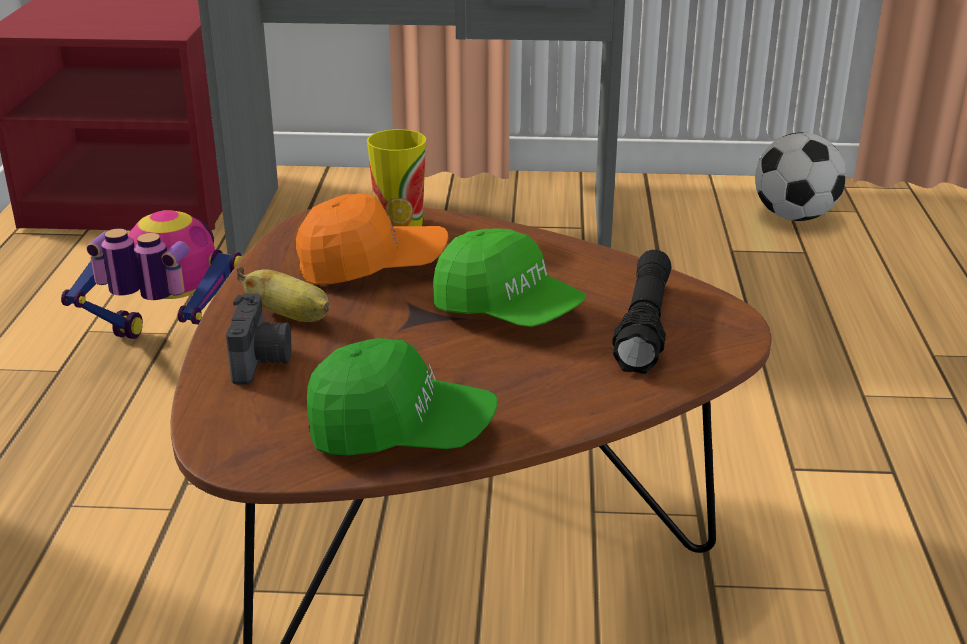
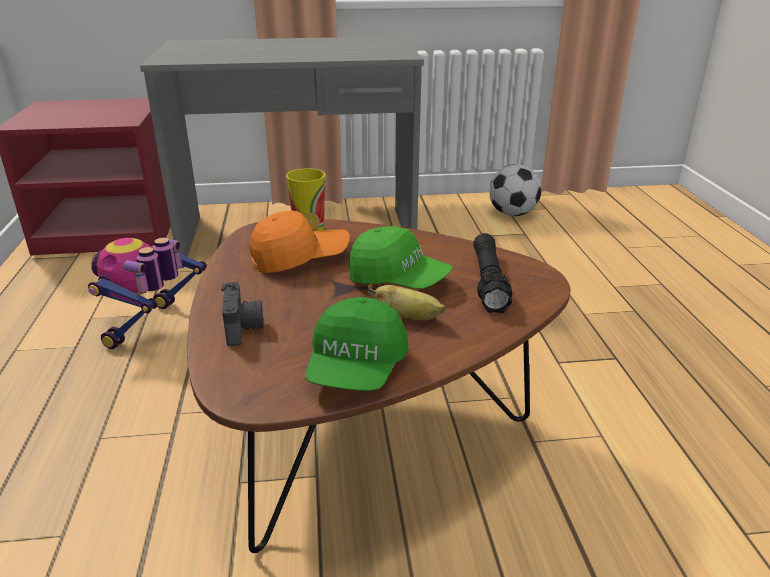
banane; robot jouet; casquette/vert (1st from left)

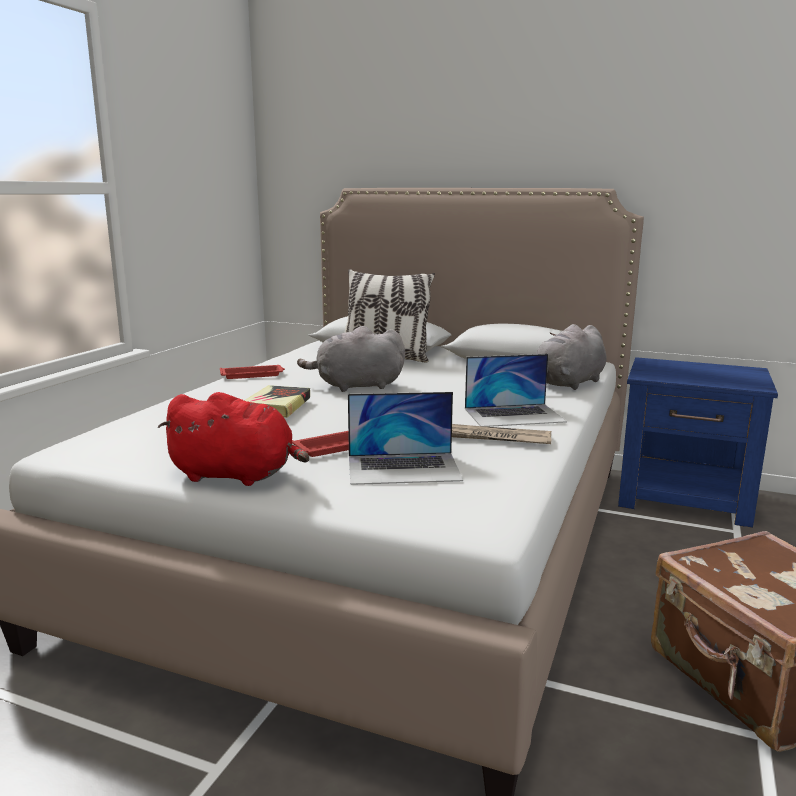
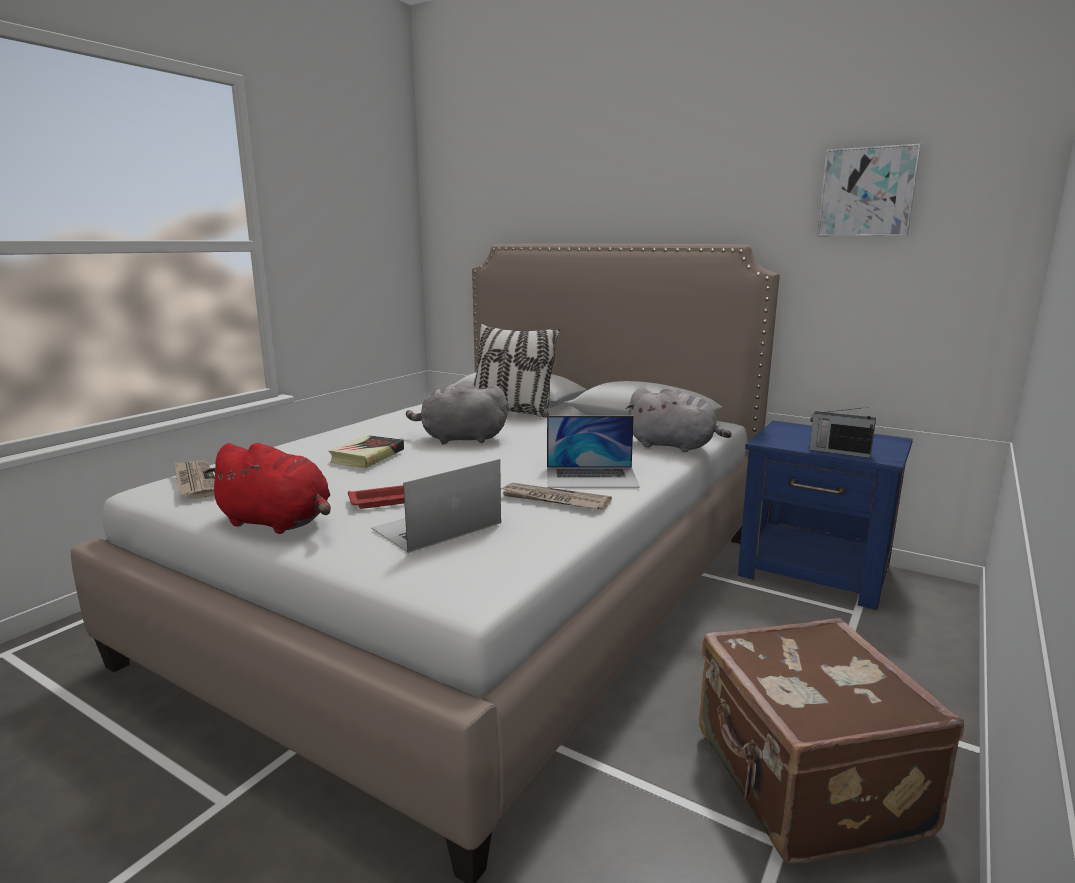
plateau/rouge (1st from left in the first image); journal (1st from left); radio; tableau; ordinateur portable (1st from left); peluche/gris (2nd from left)

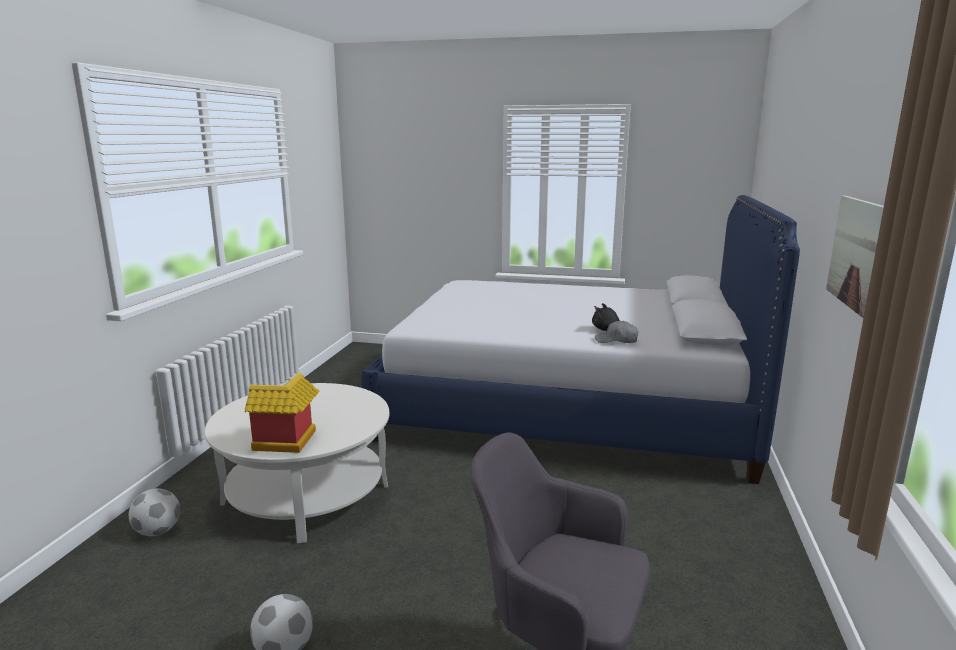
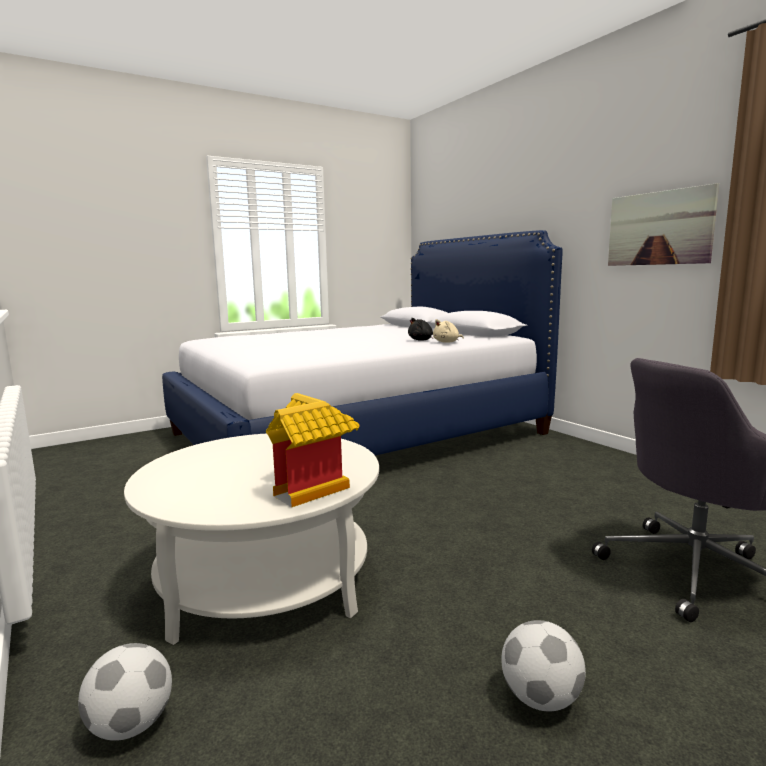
peluche/beige

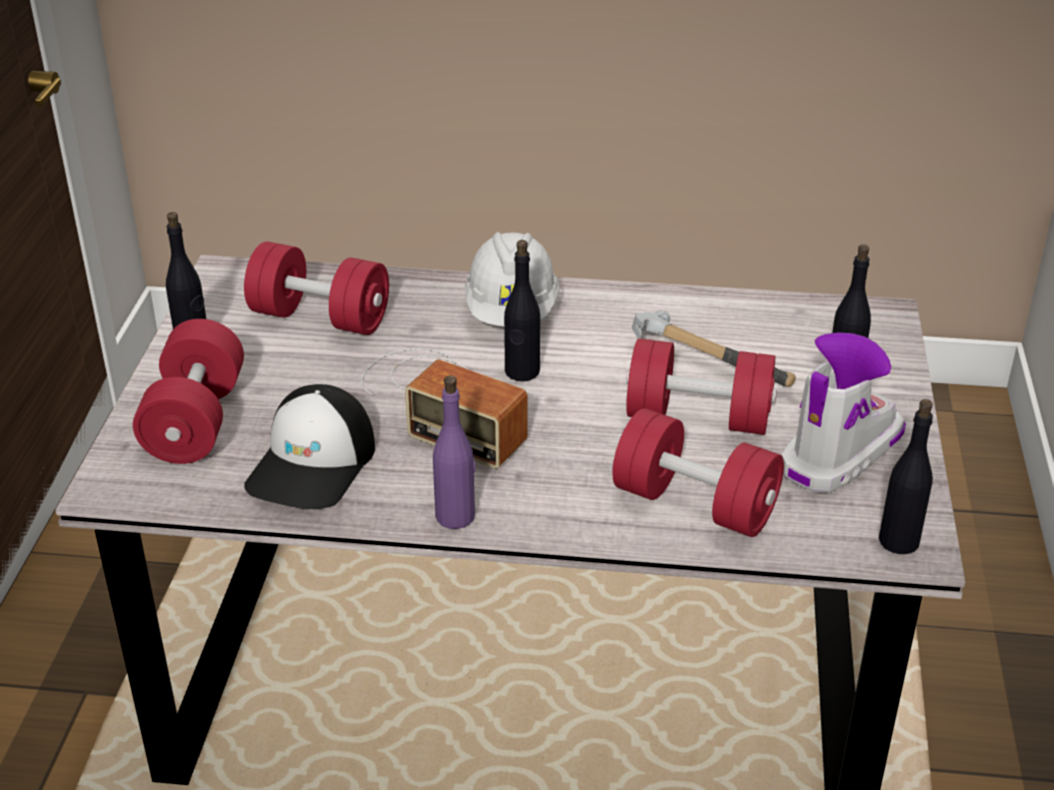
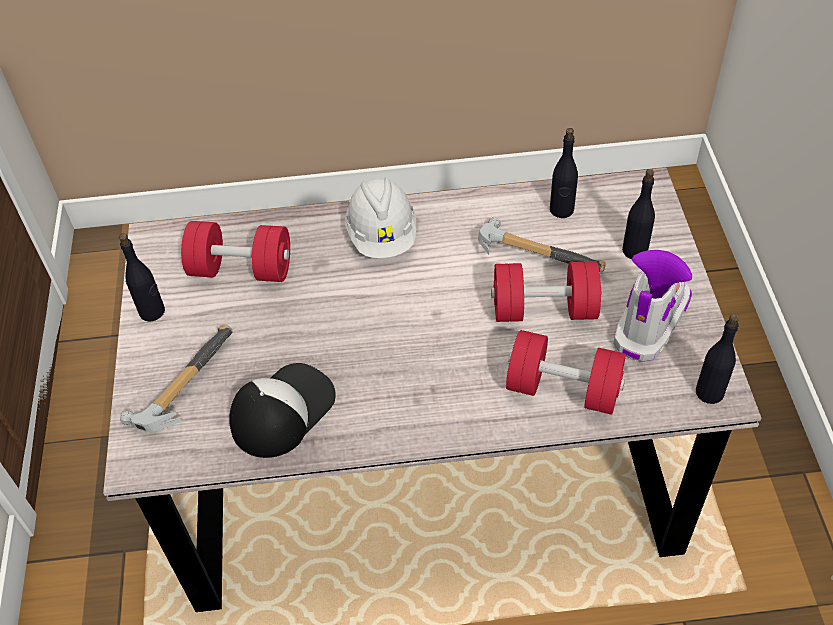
radio; bouteille/violet; bouteille/noir (2nd from left); marteau (1st from left); casquette

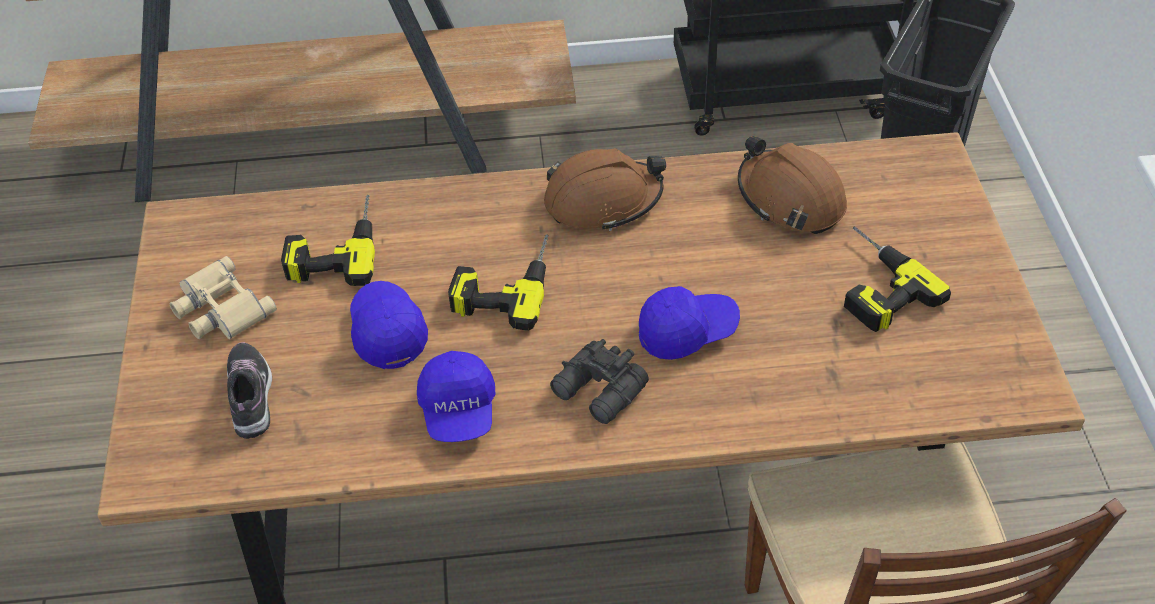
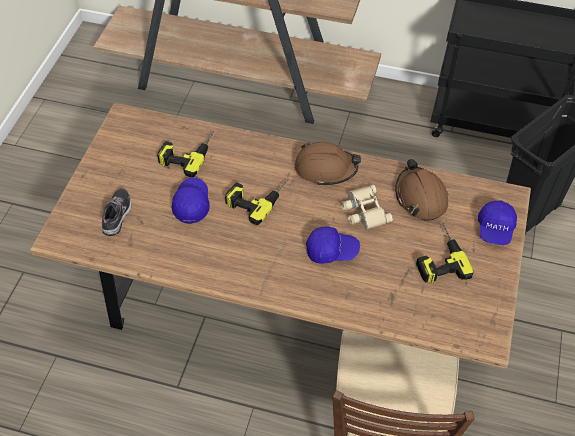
jumelles/noir; jumelles/beige; casquette/bleu (3rd from left)

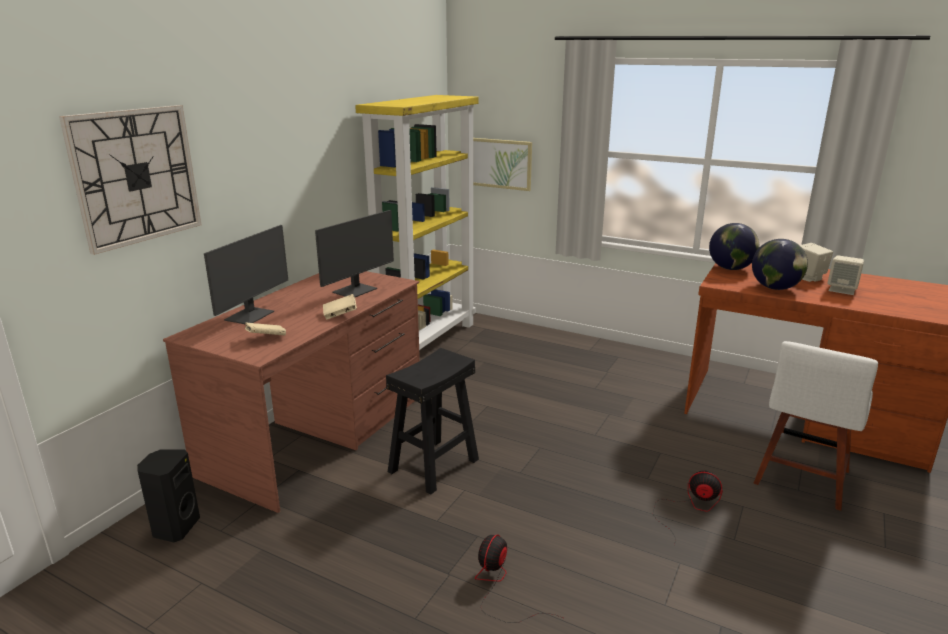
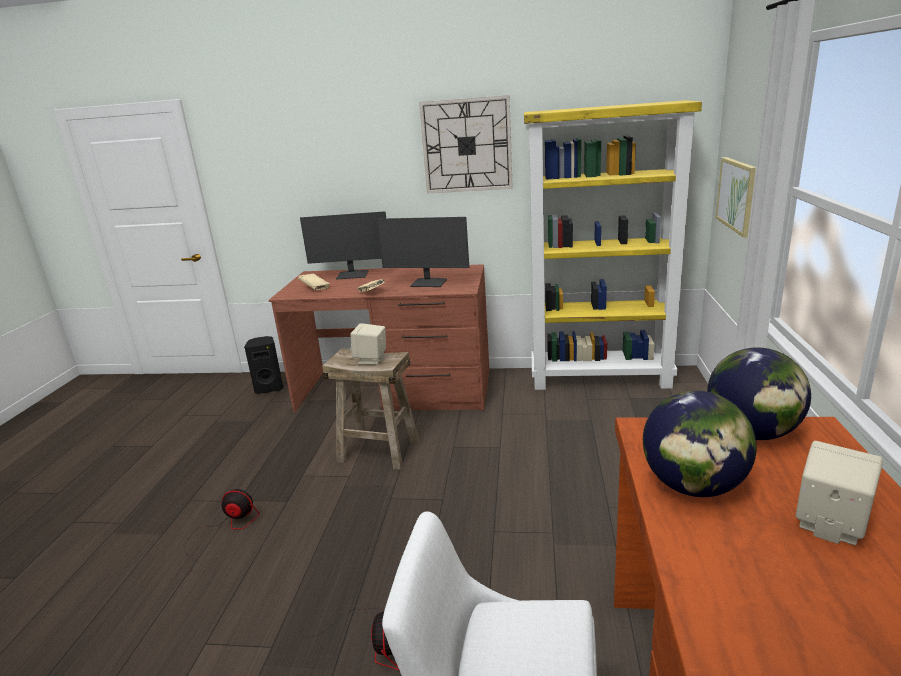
horloge murale; enceinte/beige (1st from left); tabouret/beige

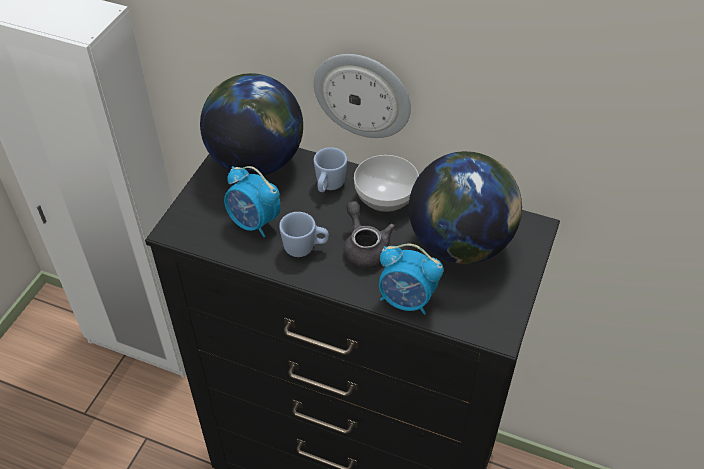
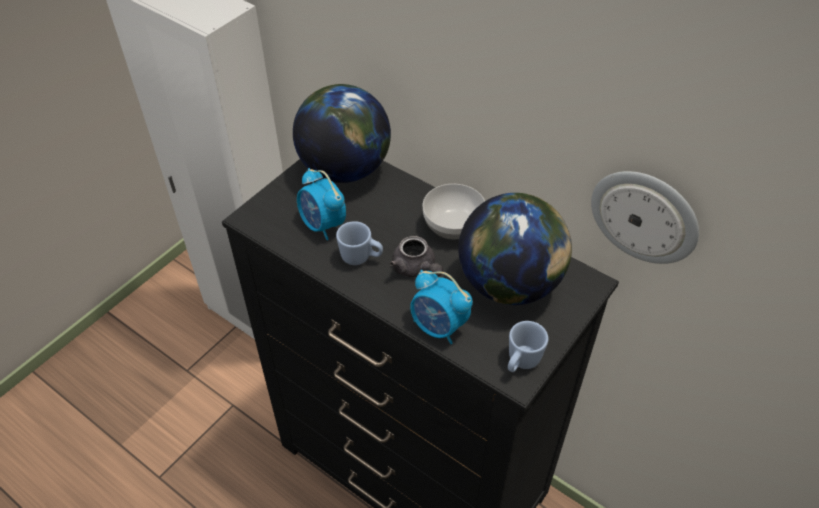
horloge murale; mug/bleu (2nd from left); théière/gris

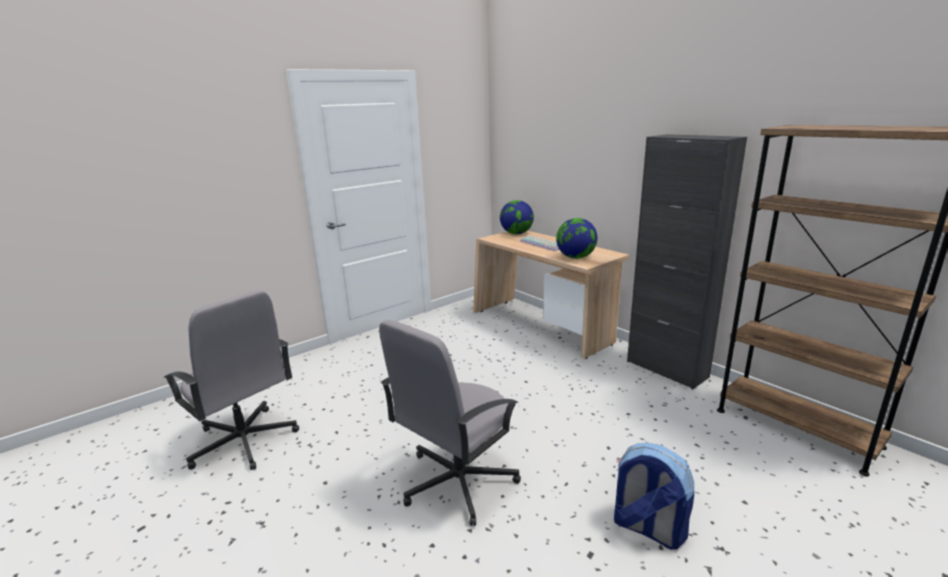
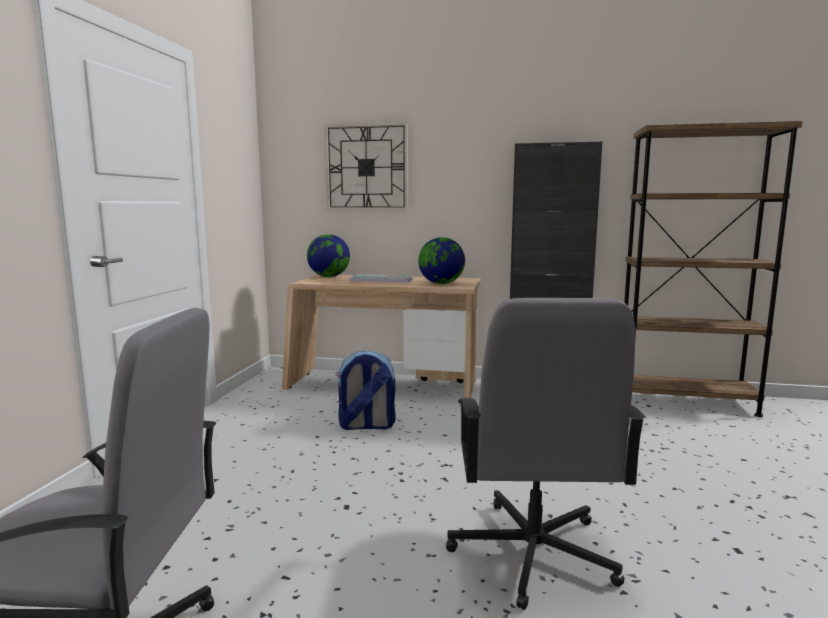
horloge murale; sac à dos

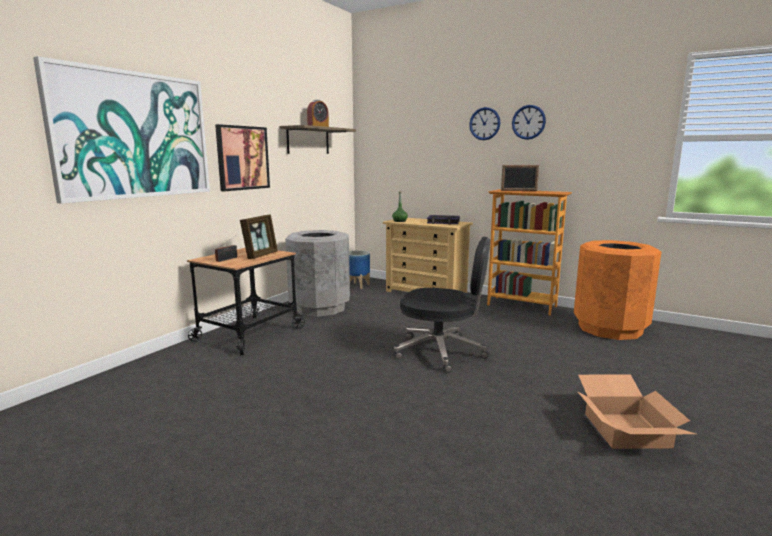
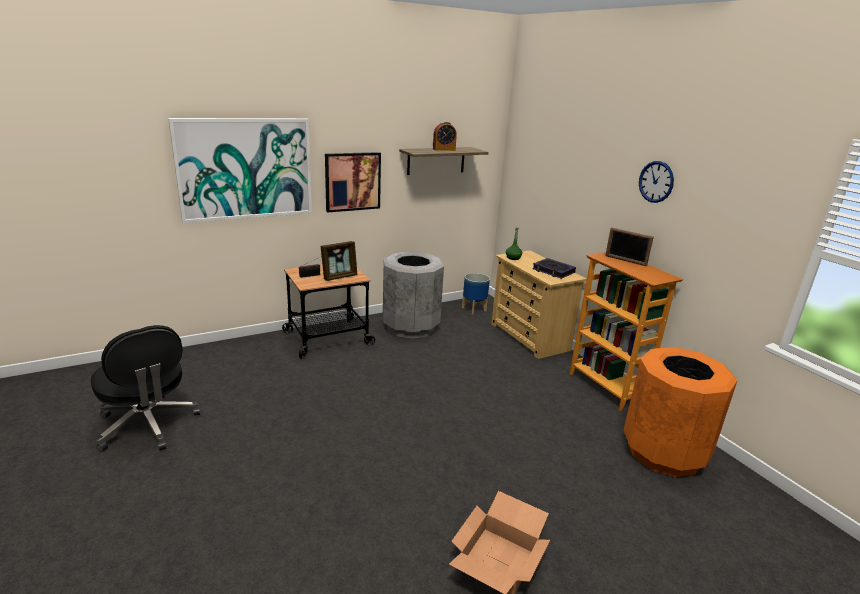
horloge murale (1st from left in the first image); chaise de bureau/noir

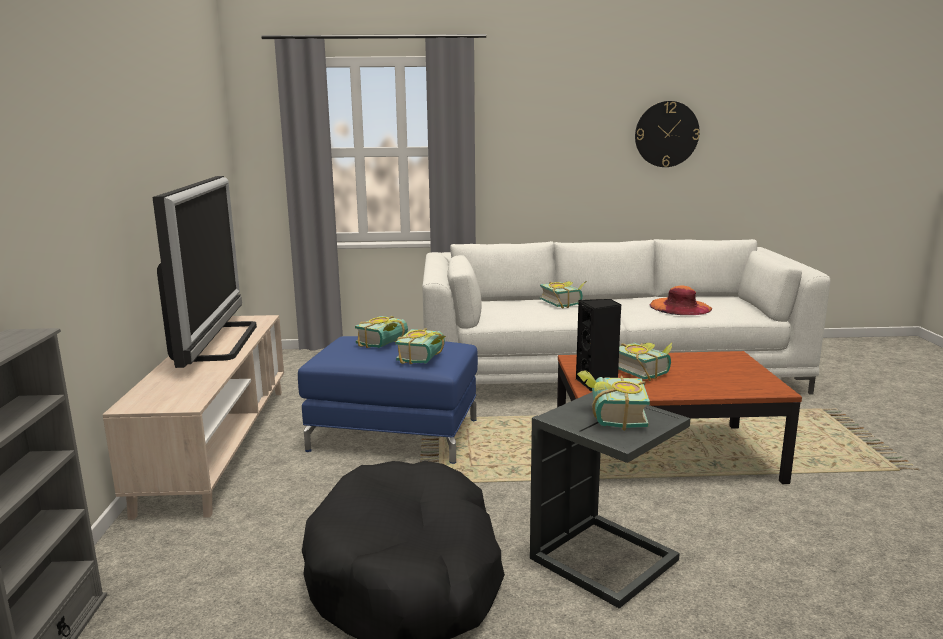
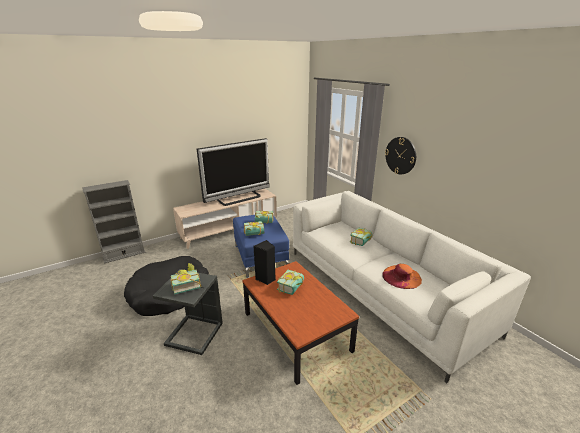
horloge murale

